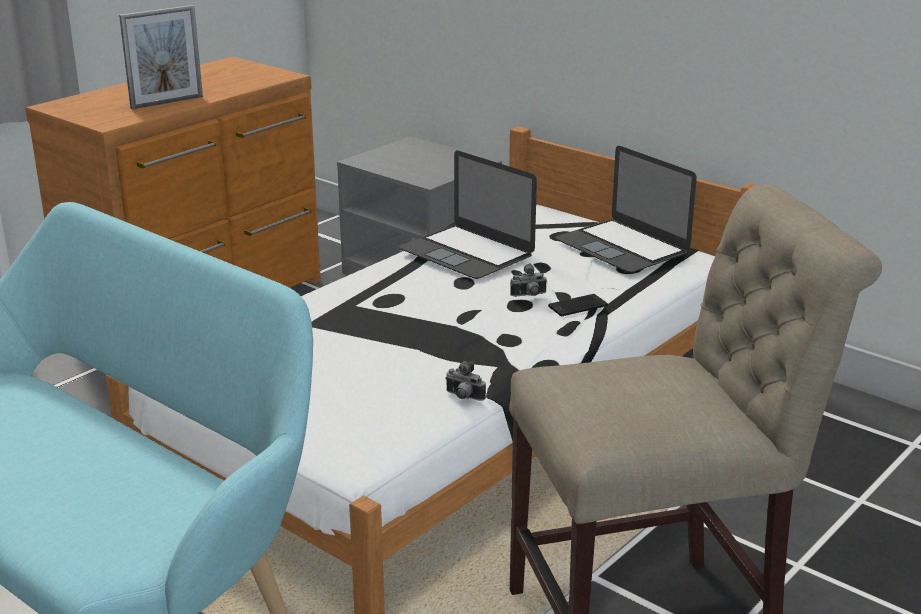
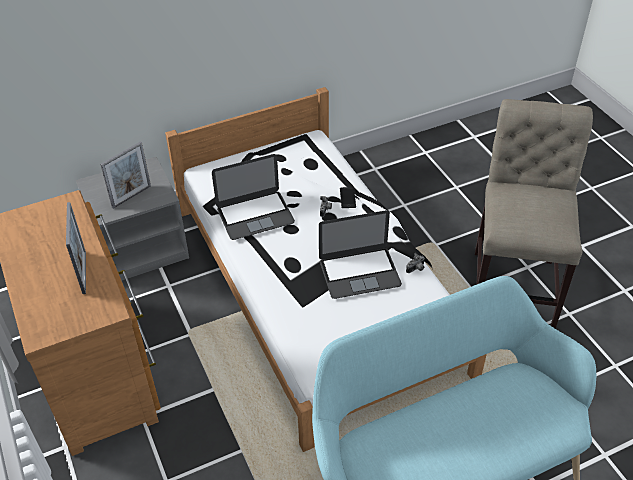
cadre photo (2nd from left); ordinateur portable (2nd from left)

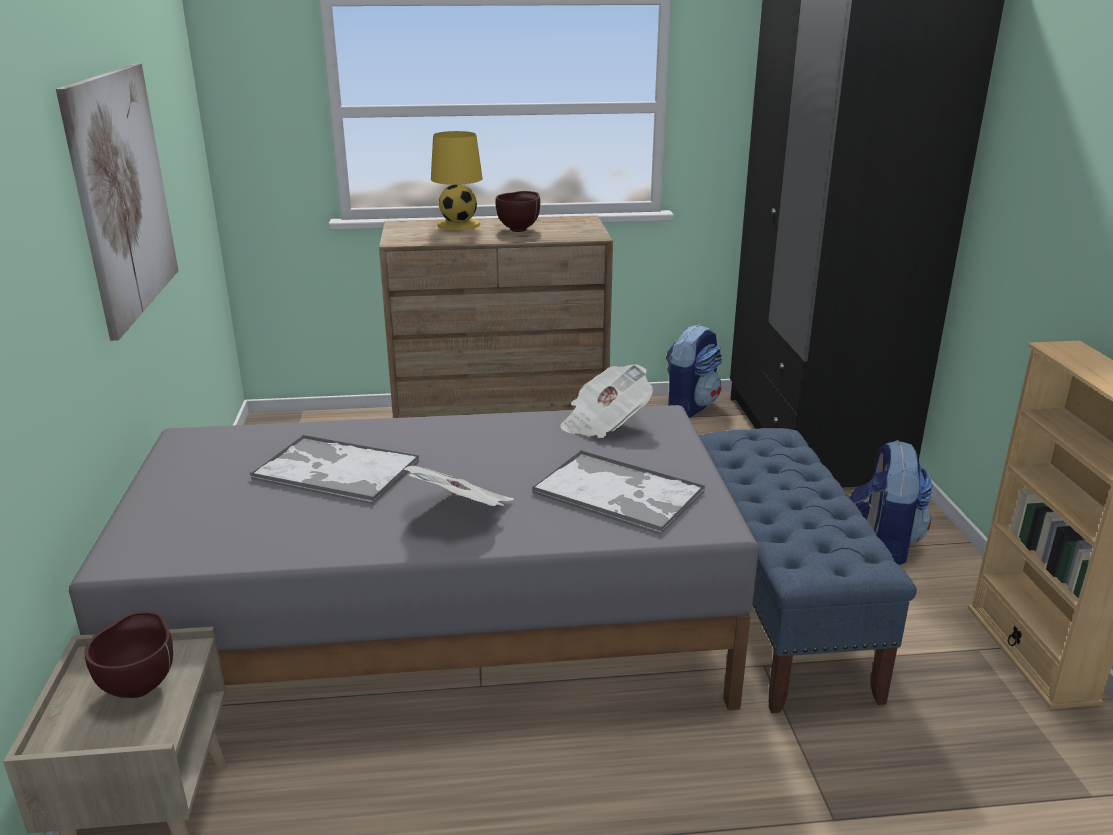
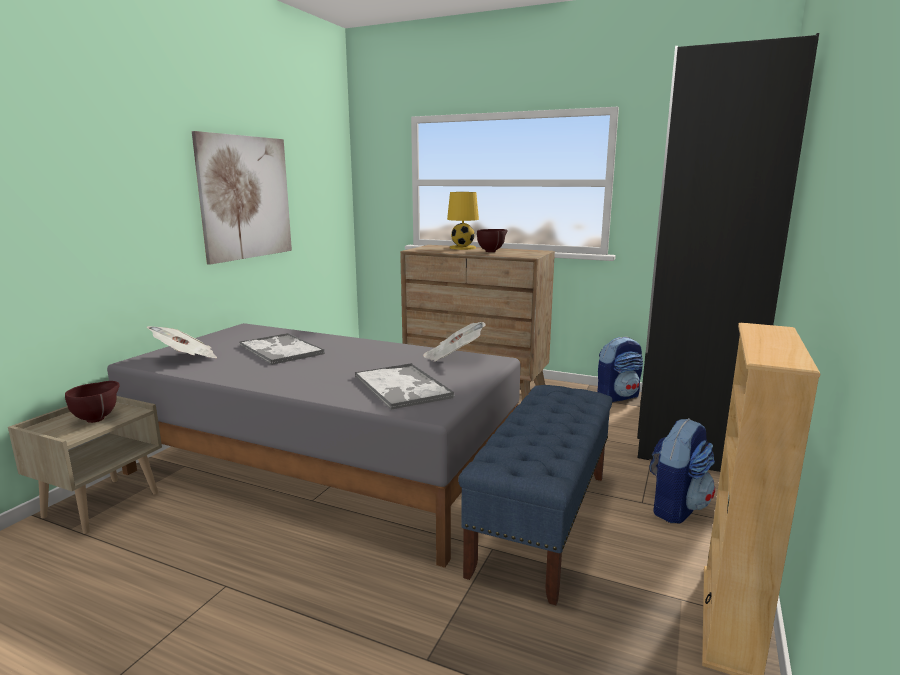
journal (1st from left)

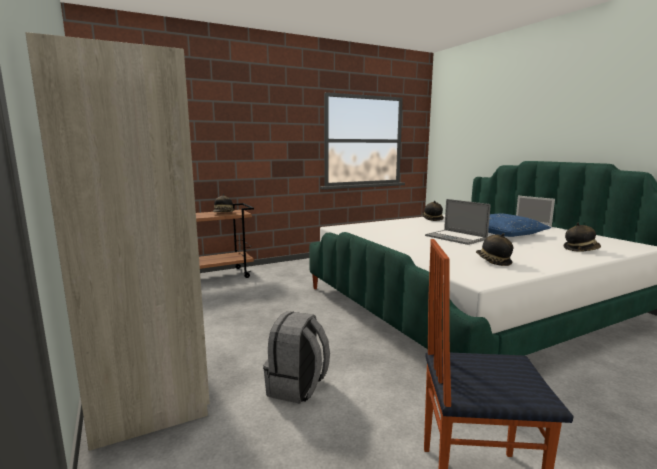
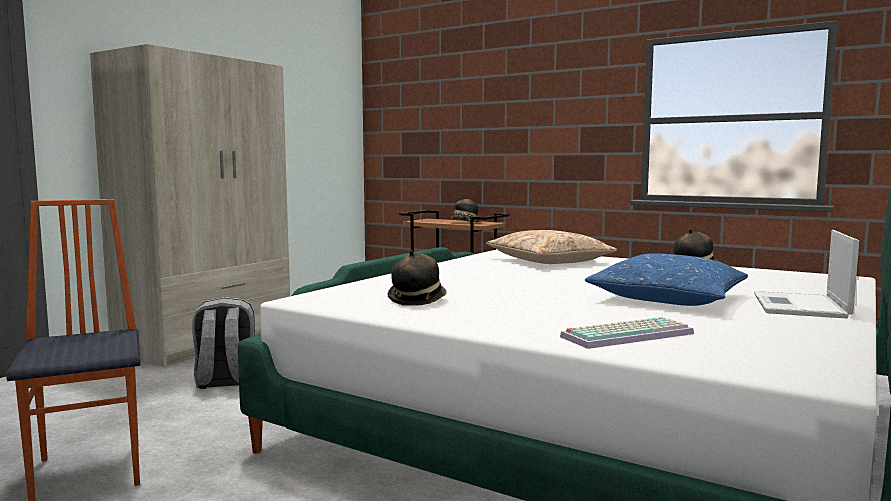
ordinateur portable (1st from left in the first image); coussin/beige; clavier

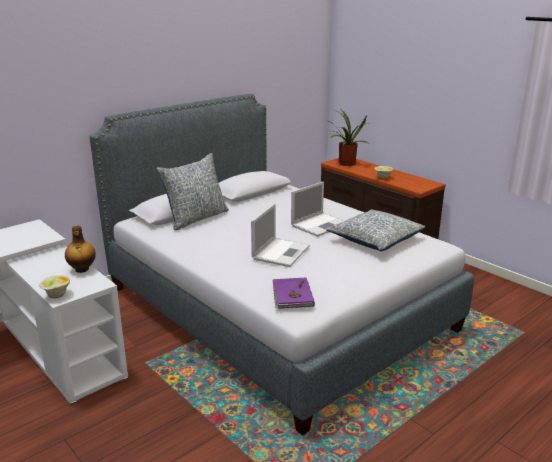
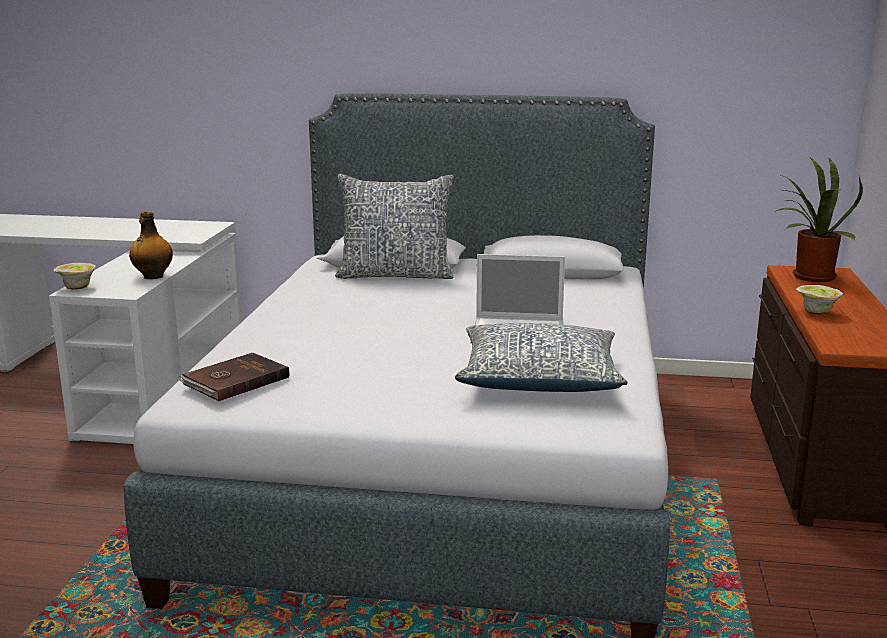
ordinateur portable (1st from left in the first image); livre/marron

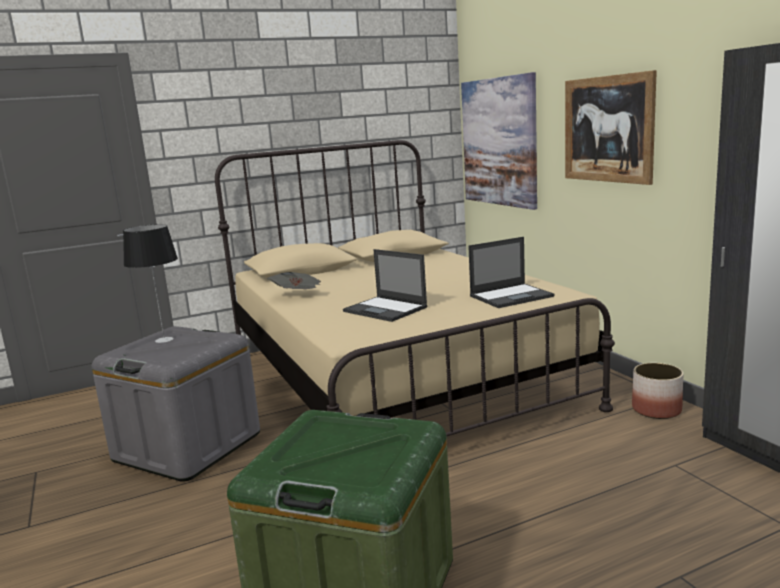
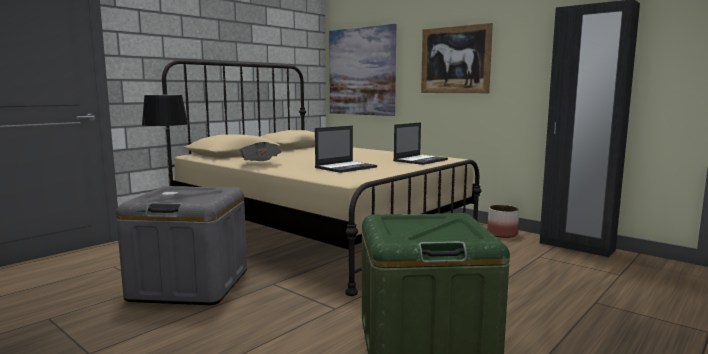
ordinateur portable (1st from left)

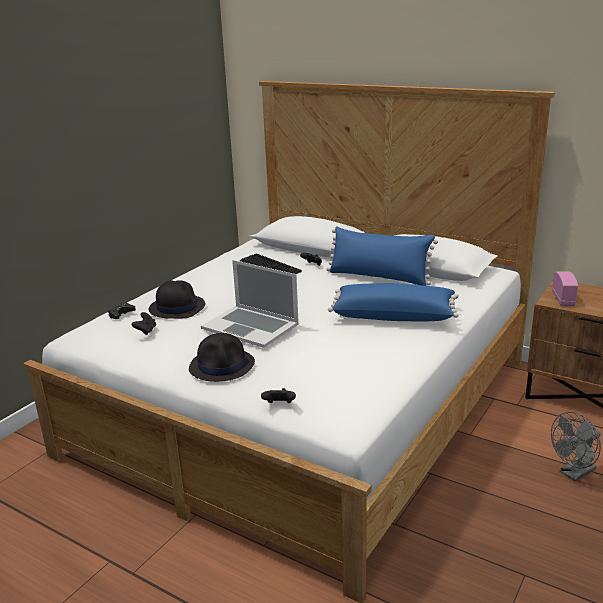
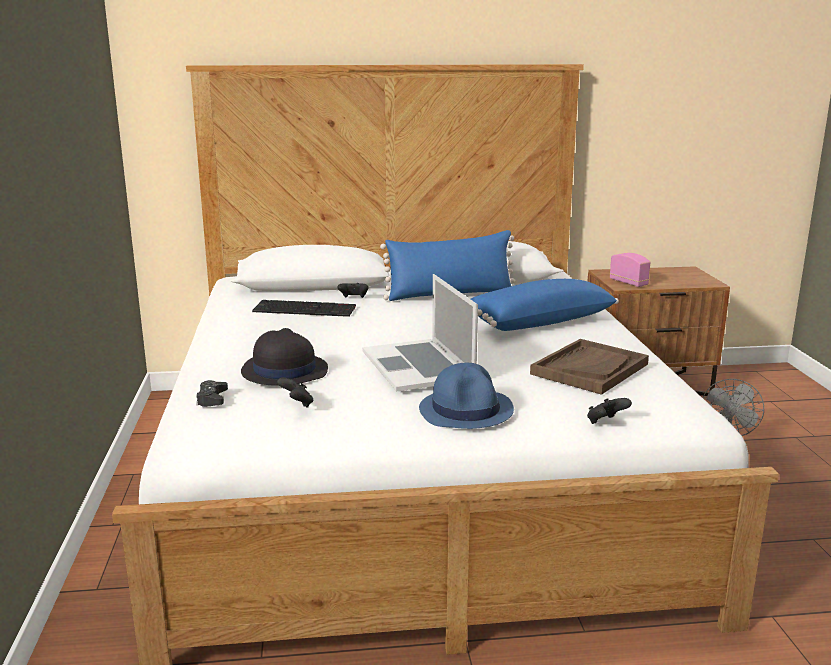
plateau/marron; chapeau/bleu; ordinateur portable

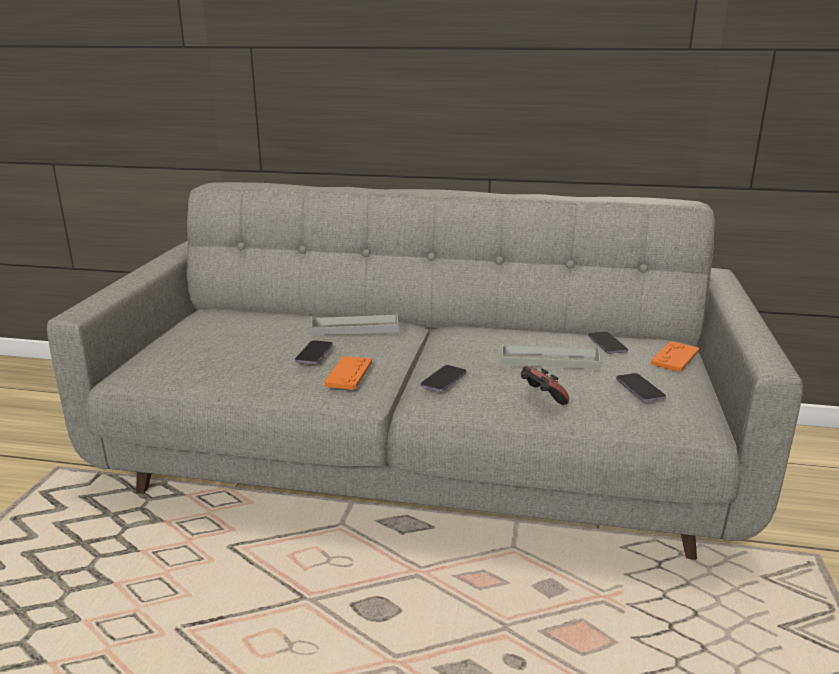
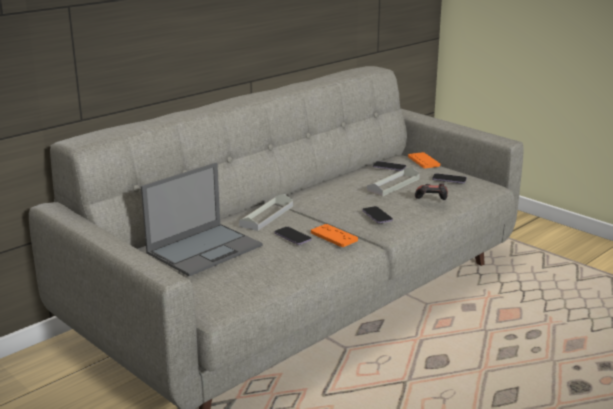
ordinateur portable

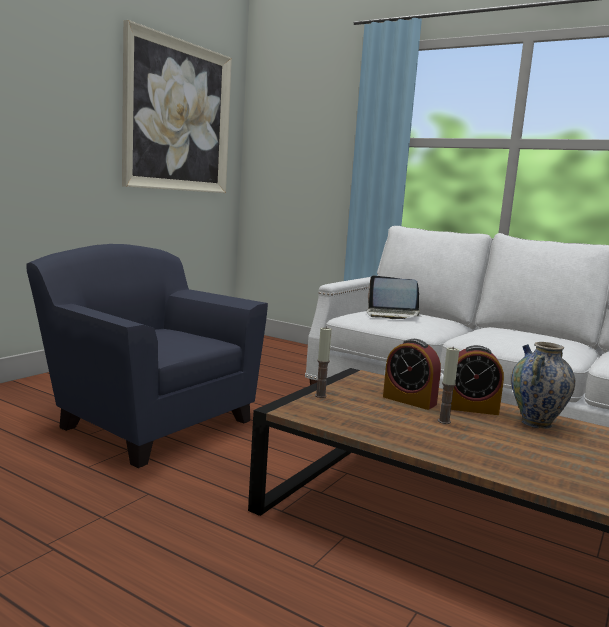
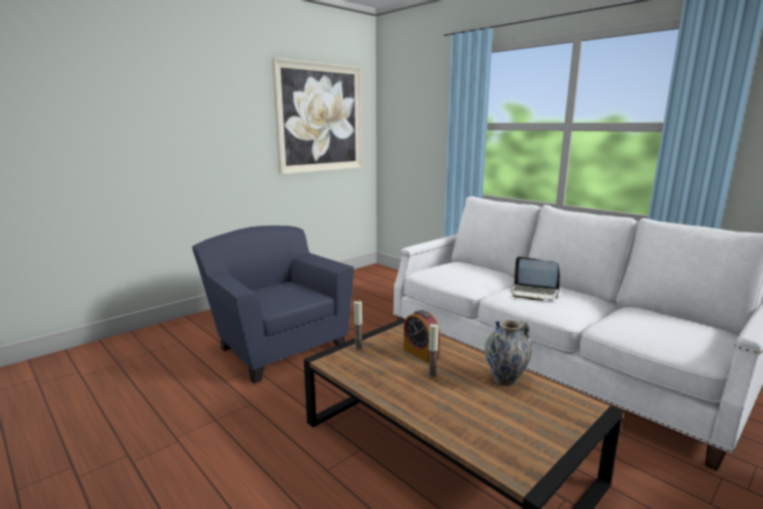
réveil (2nd from left in the first image); ordinateur portable

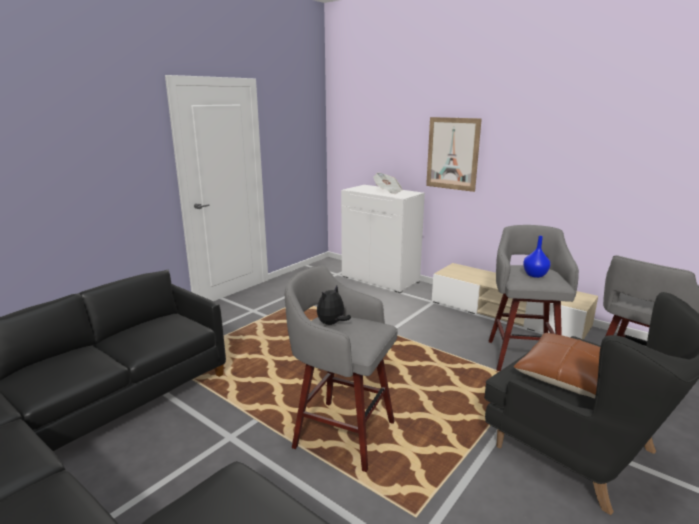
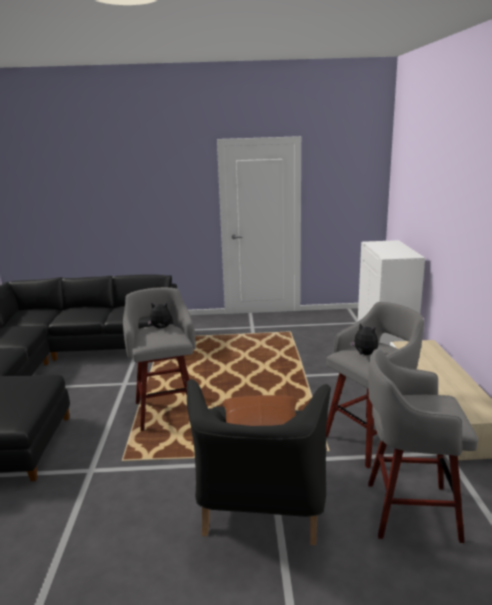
journal; tableau; peluche (2nd from left)

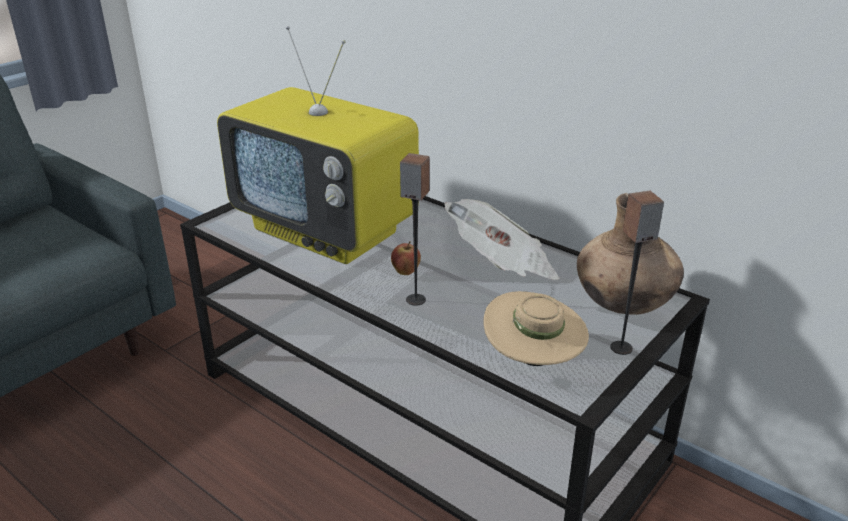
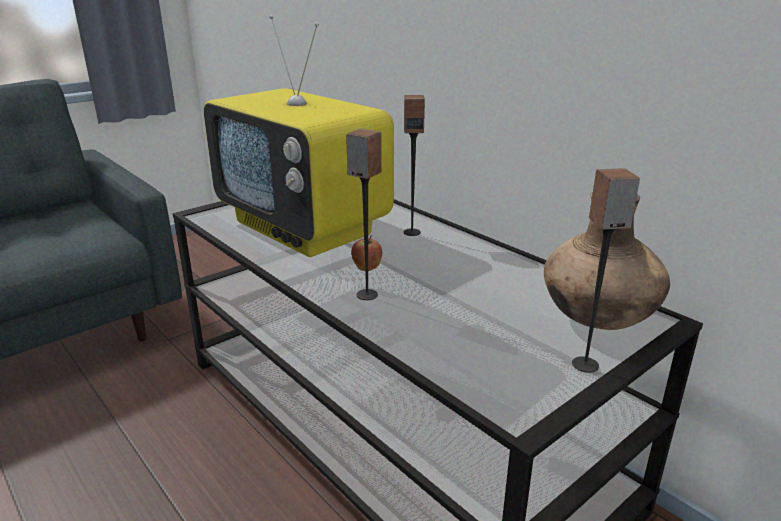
journal; chapeau/beige; enceinte (2nd from left)

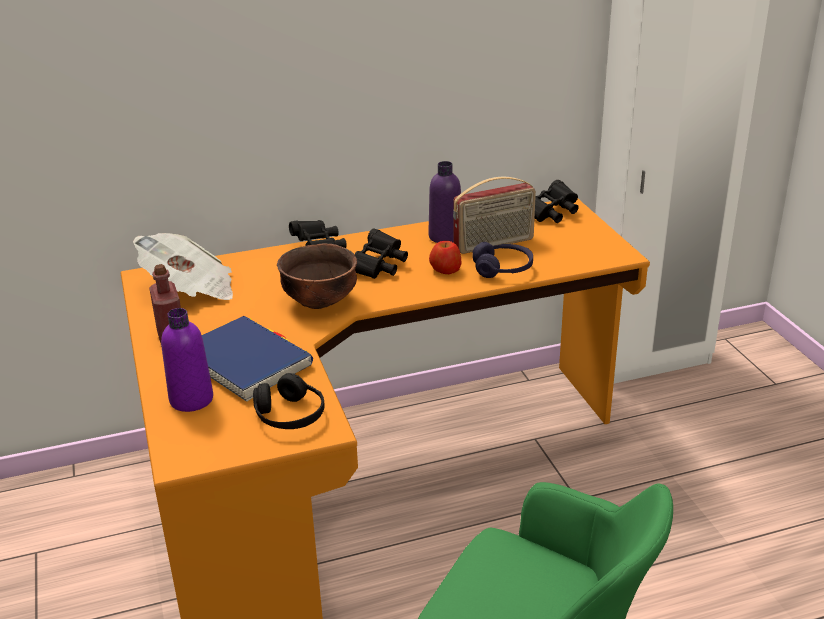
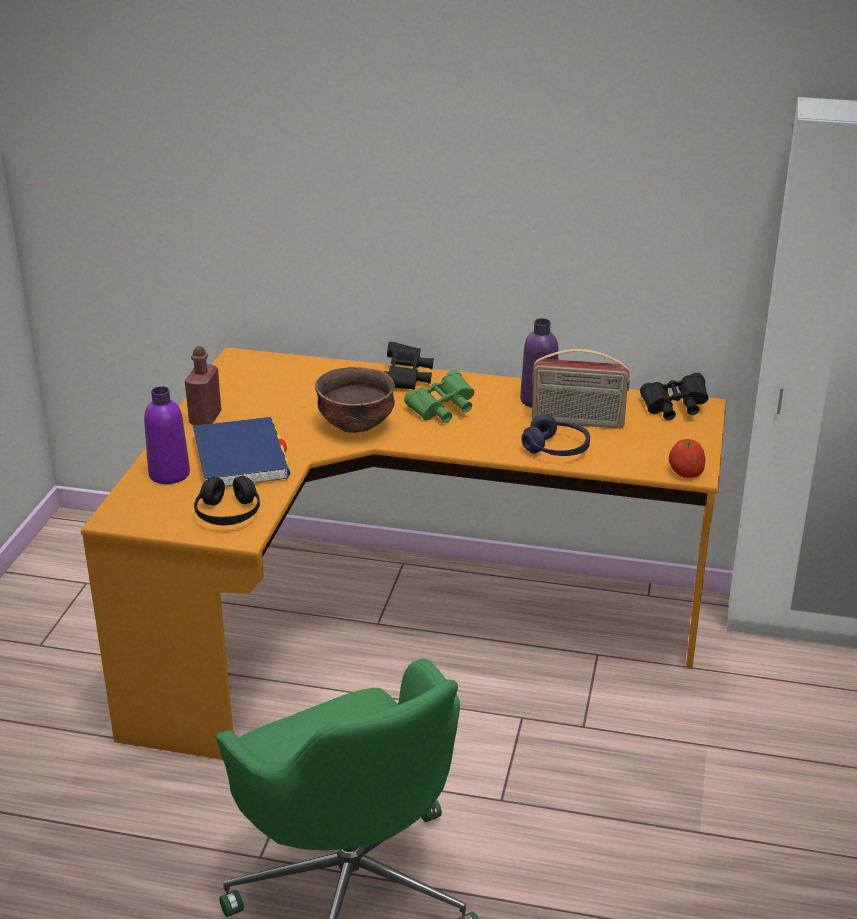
journal; pomme; jumelles/vert

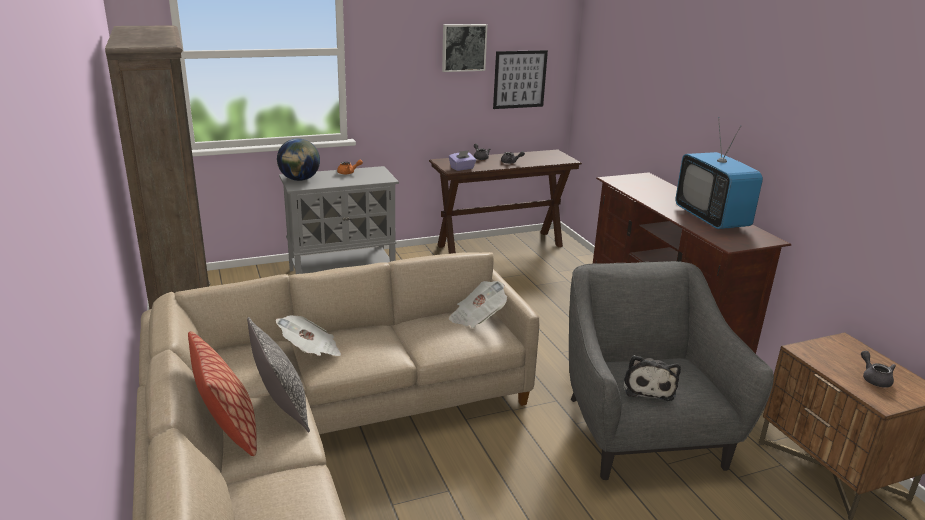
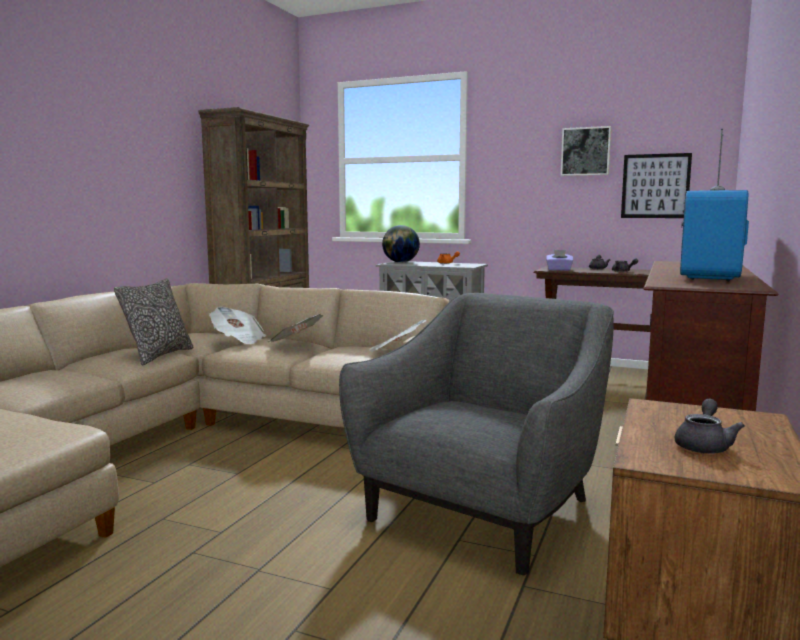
coussin (1st from left in the first image); peluche; journal (2nd from left)

